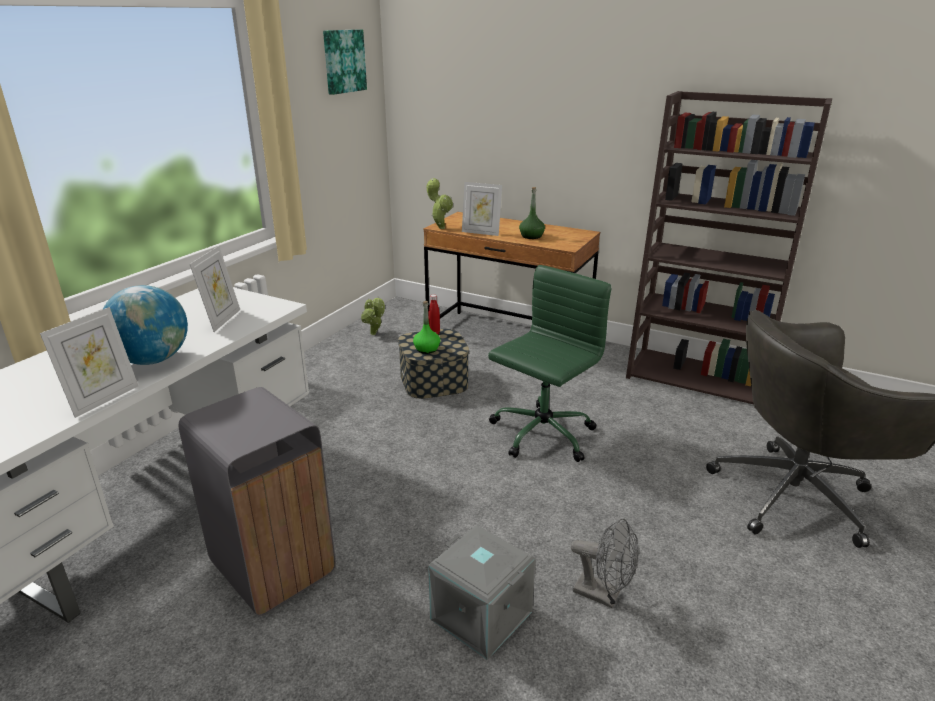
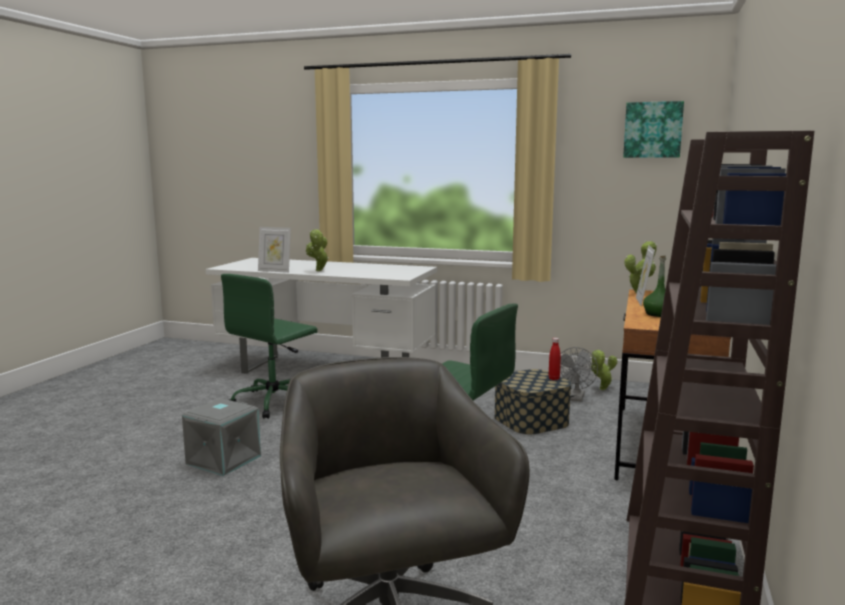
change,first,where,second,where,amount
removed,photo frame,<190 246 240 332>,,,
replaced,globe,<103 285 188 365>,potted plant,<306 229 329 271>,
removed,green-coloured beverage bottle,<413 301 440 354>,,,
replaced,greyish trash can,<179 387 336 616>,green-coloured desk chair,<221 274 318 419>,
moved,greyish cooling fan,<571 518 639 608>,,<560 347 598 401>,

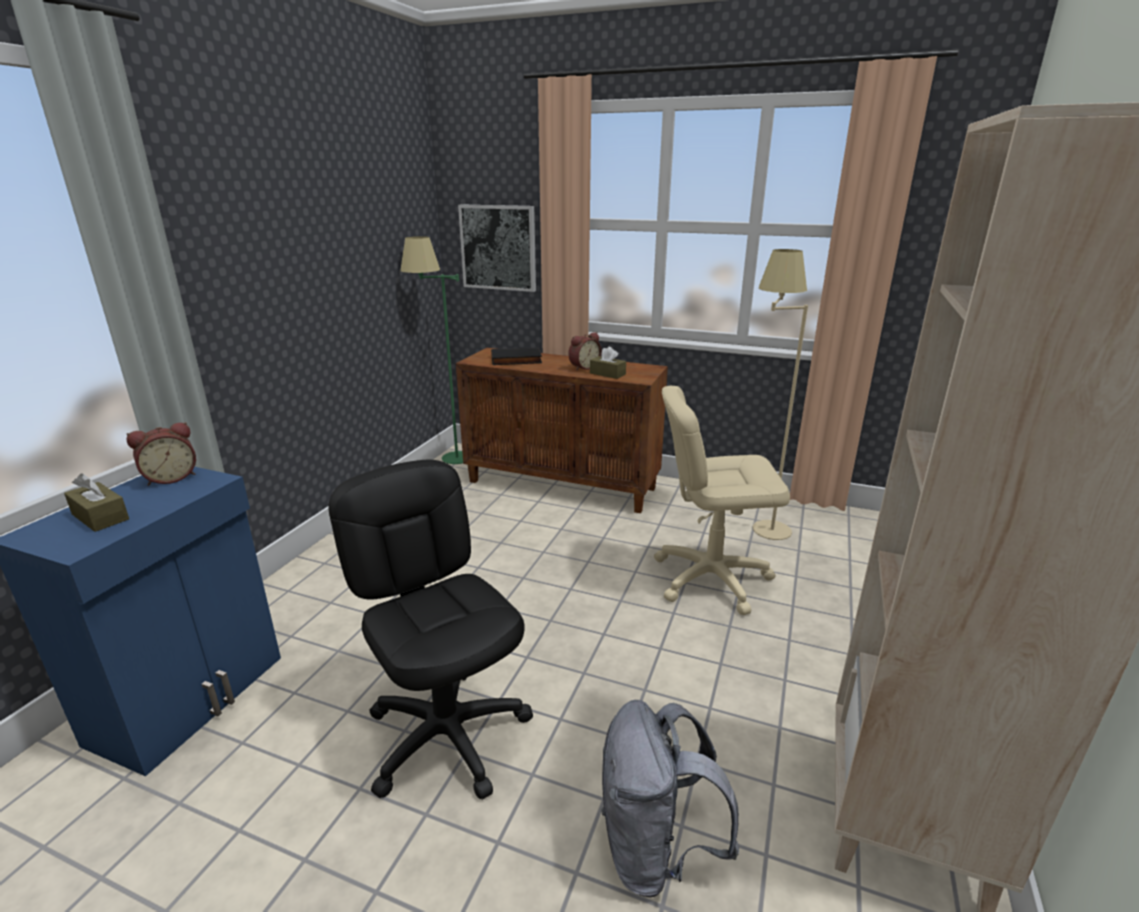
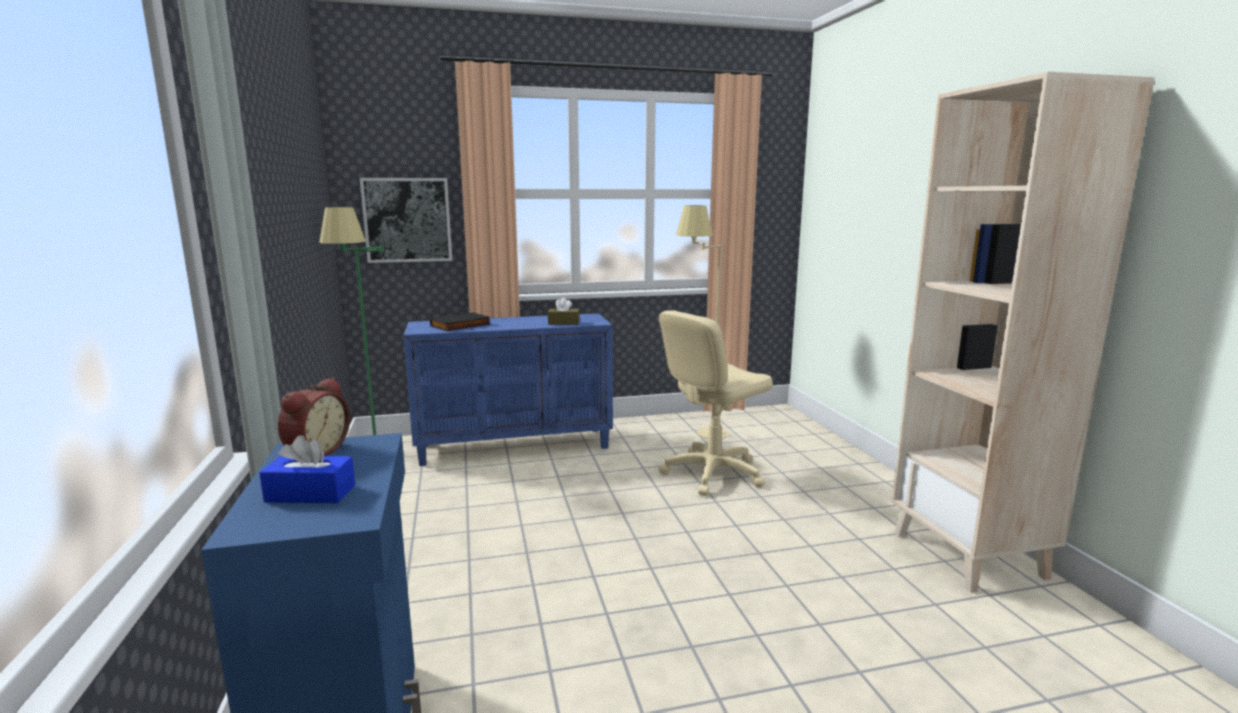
change,first,where,second,where,amount
removed,alarm clock,<568 332 602 371>,,,
recoloured,brown cupboard,<456 348 668 513>,blue-coloured cupboard,<403 313 613 466>,
removed,black desk chair,<329 460 533 800>,,,
recoloured,brown tissue box,<64 473 129 532>,blue-coloured tissue box,<259 435 355 503>,
removed,greyish knapsack,<601 700 739 897>,,,

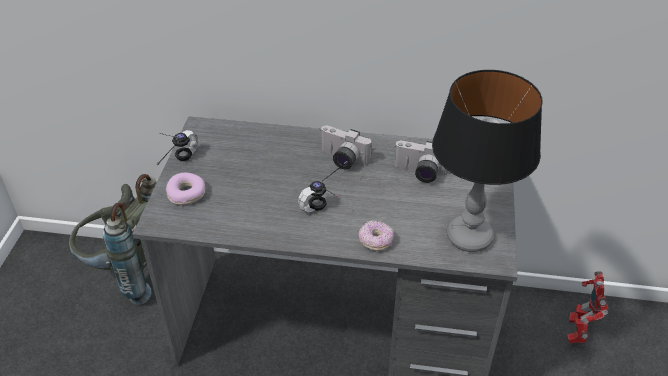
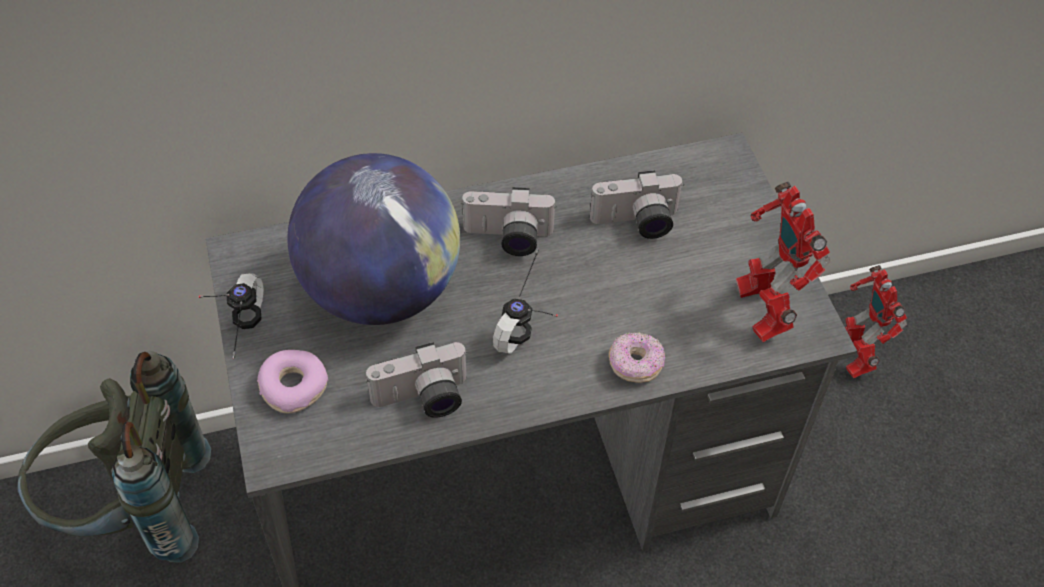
change,first,where,second,where,amount
replaced,tabletop lamp,<432 70 543 252>,model robot,<736 182 830 342>,
added,,,globe,<287 153 460 325>,
added,,,still camera,<366 342 468 418>,

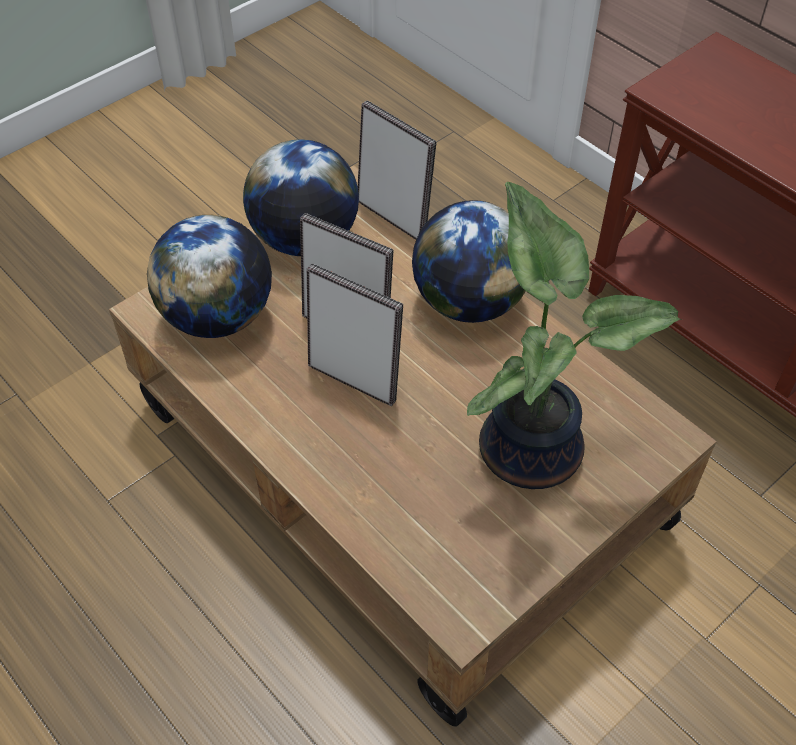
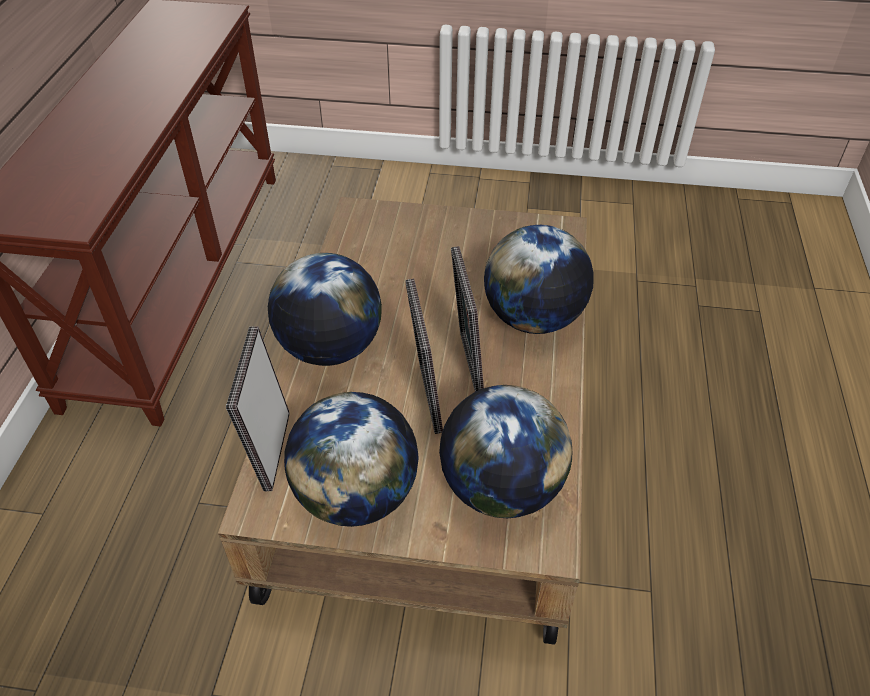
change,first,where,second,where,amount
removed,potted plant,<467 182 682 489>,,,
added,,,globe,<484 225 594 334>,

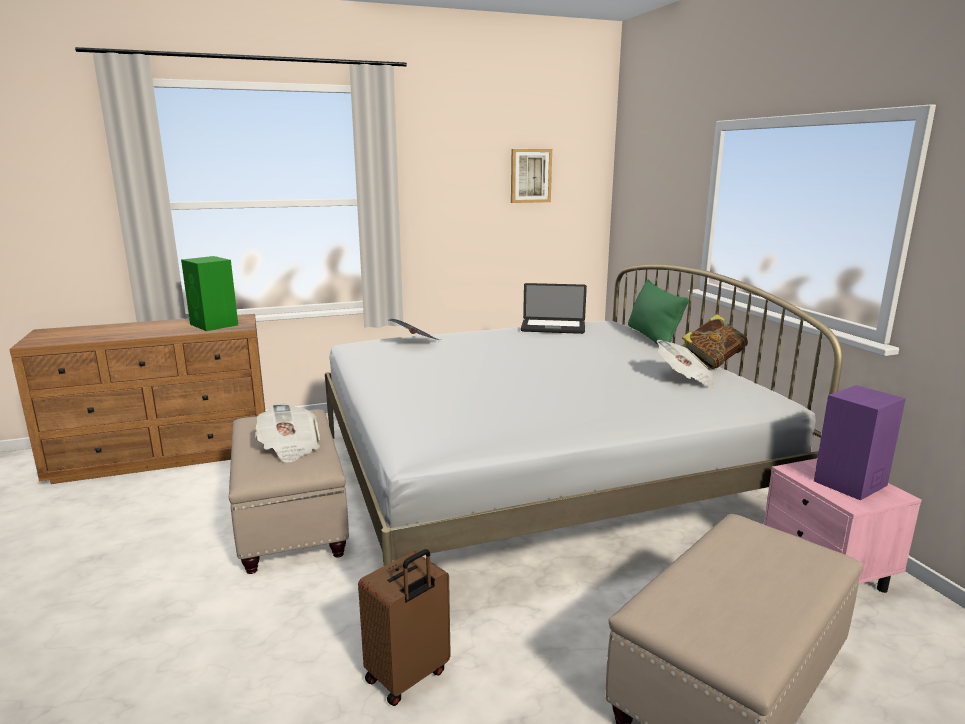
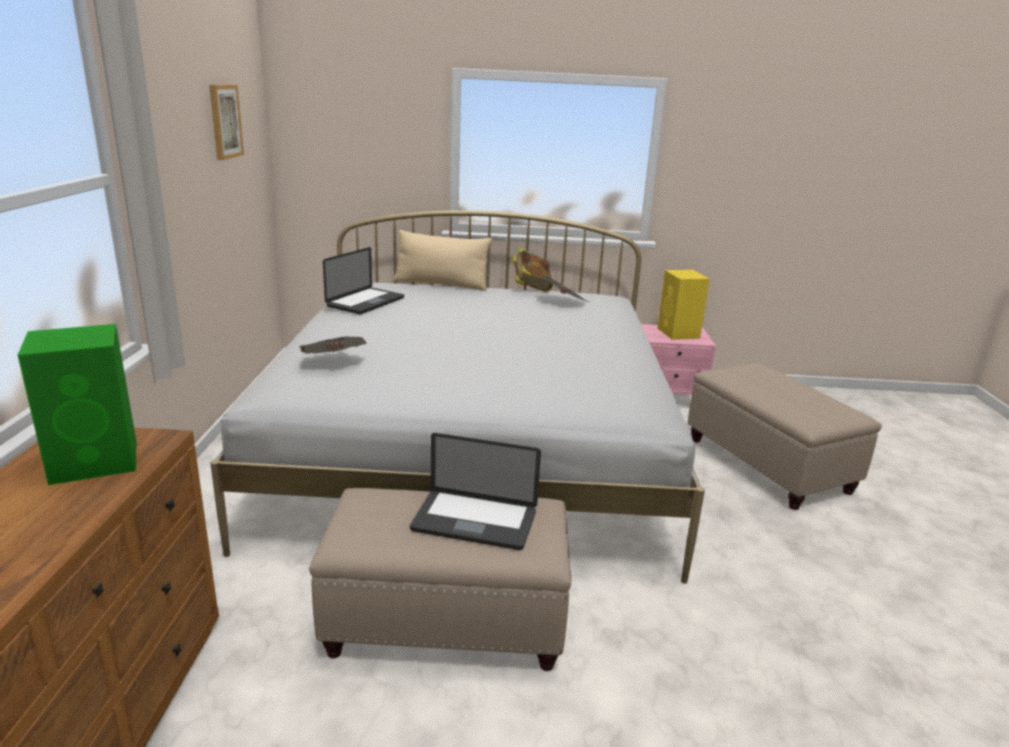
change,first,where,second,where,amount
recoloured,green-coloured pillow,<628 279 689 345>,beige pillow,<393 230 492 291>,
recoloured,purple-coloured loudspeaker,<814 385 906 500>,yellow loudspeaker,<657 270 710 340>,
replaced,printed paper,<255 403 320 463>,portable computer,<410 433 541 550>,
removed,brown travel case,<358 549 451 706>,,,

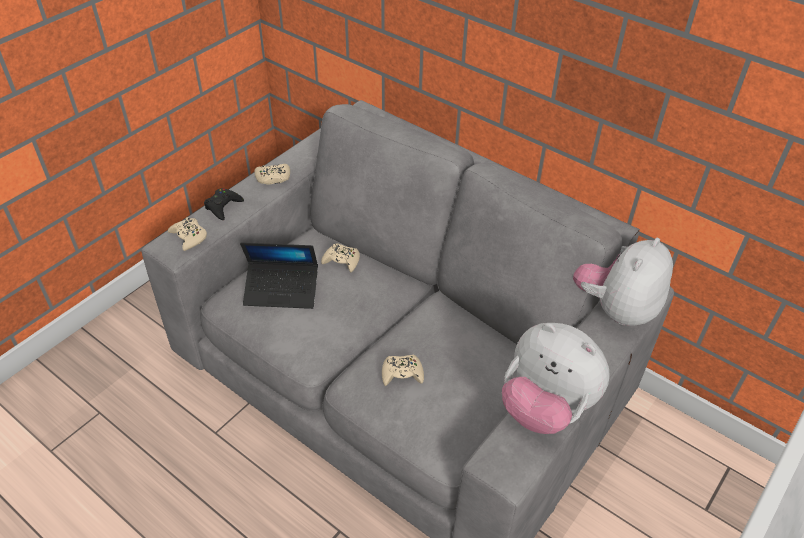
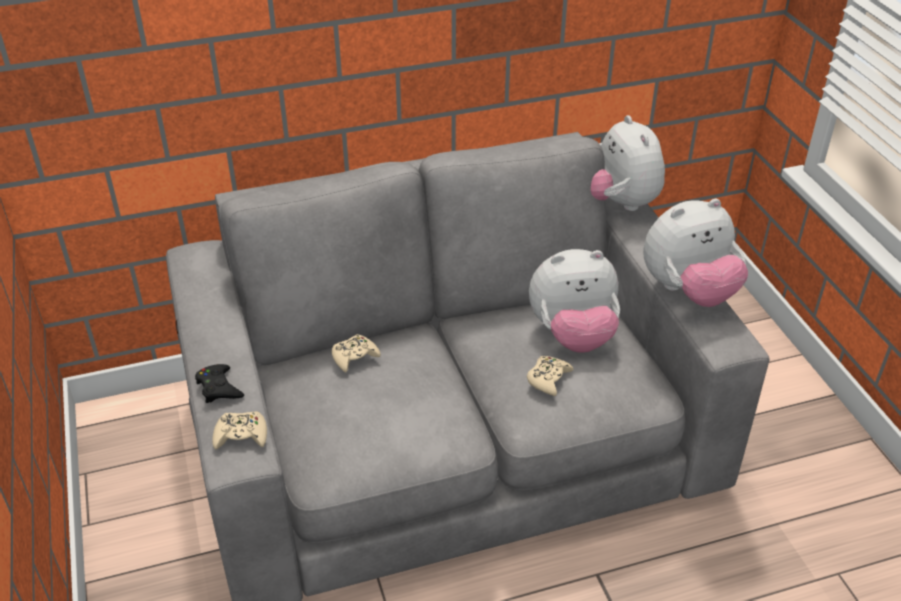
change,first,where,second,where,amount
removed,beige gamepad,<254 164 290 185>,,,
removed,portable computer,<240 242 318 309>,,,
added,,,cuddly toy,<529 249 620 353>,

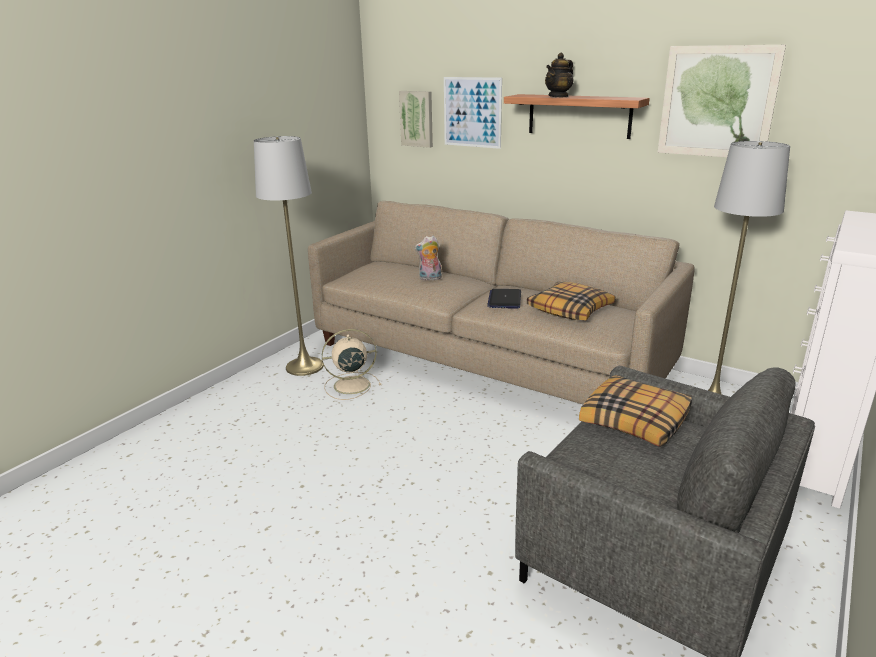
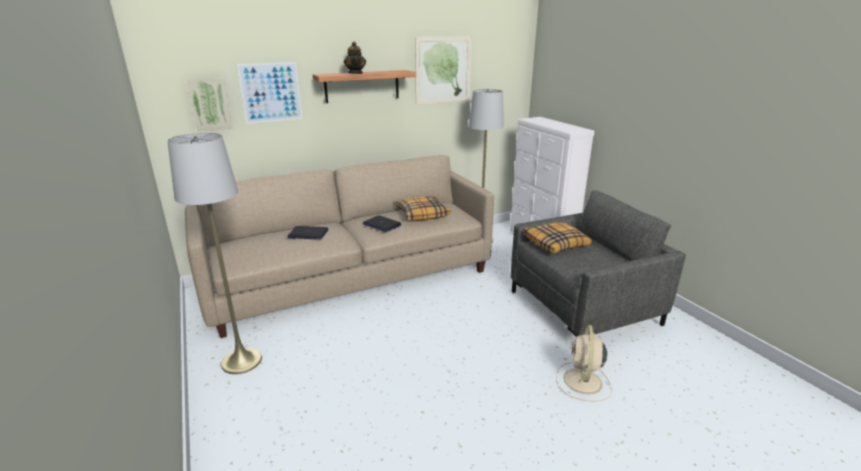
change,first,where,second,where,amount
replaced,cuddly toy,<414 236 442 281>,portable computer,<288 226 329 240>,
moved,beige cooling fan,<322 329 381 400>,,<556 325 612 402>,

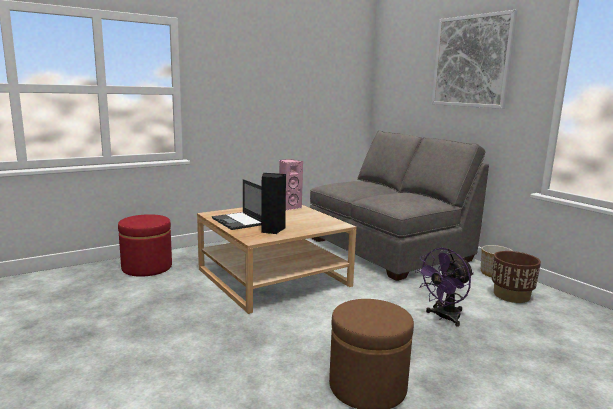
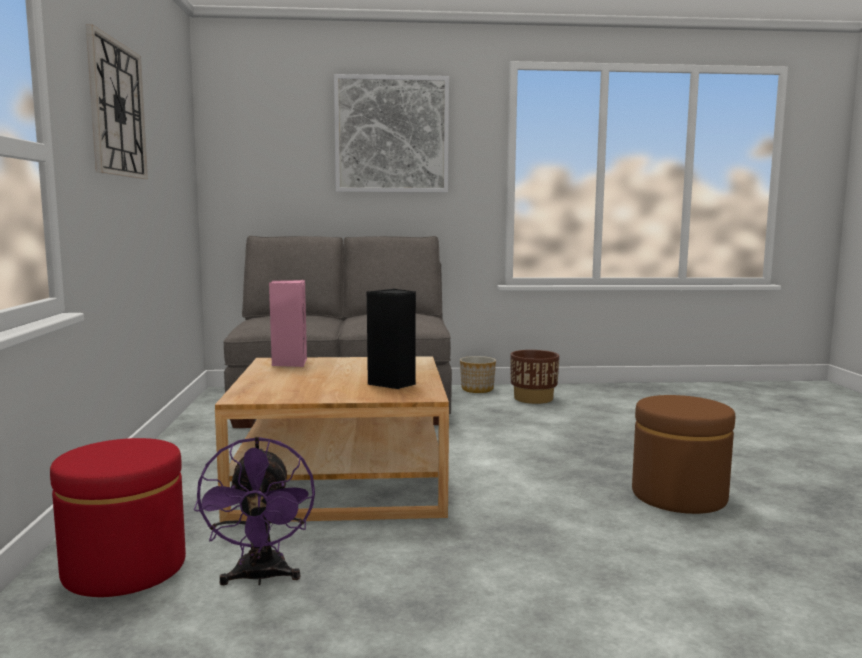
change,first,where,second,where,amount
removed,portable computer,<212 179 262 230>,,,
moved,purple-coloured cooling fan,<415 248 474 327>,,<194 437 315 585>,
added,,,wall clock,<86 24 148 179>,

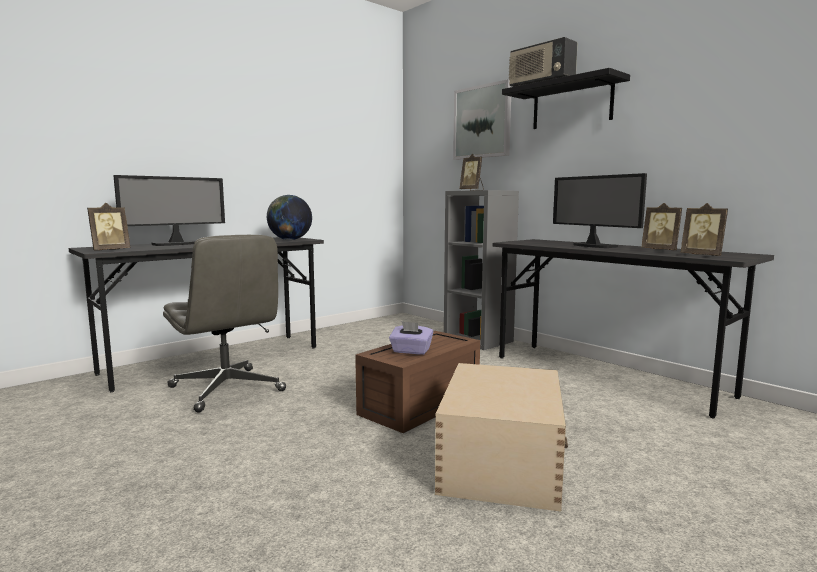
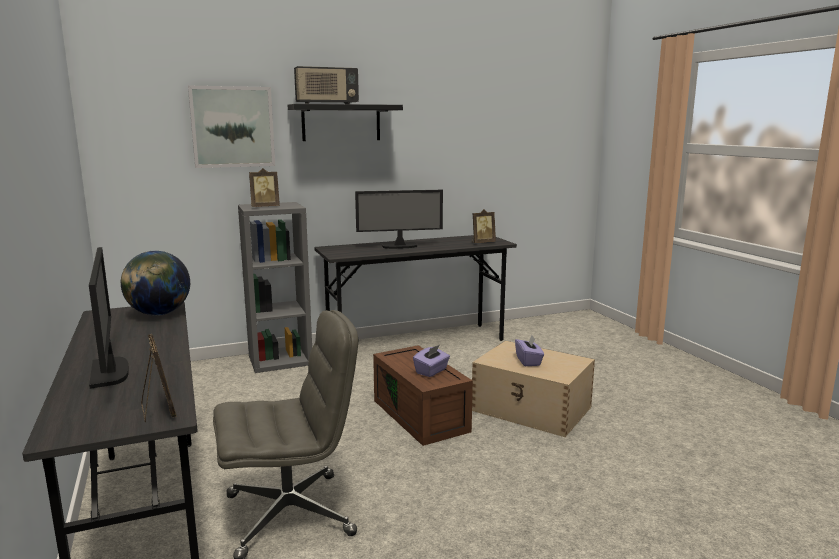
change,first,where,second,where,amount
removed,photo frame,<641 203 682 250>,,,
added,,,purple-coloured tissue box,<515 335 544 366>,

